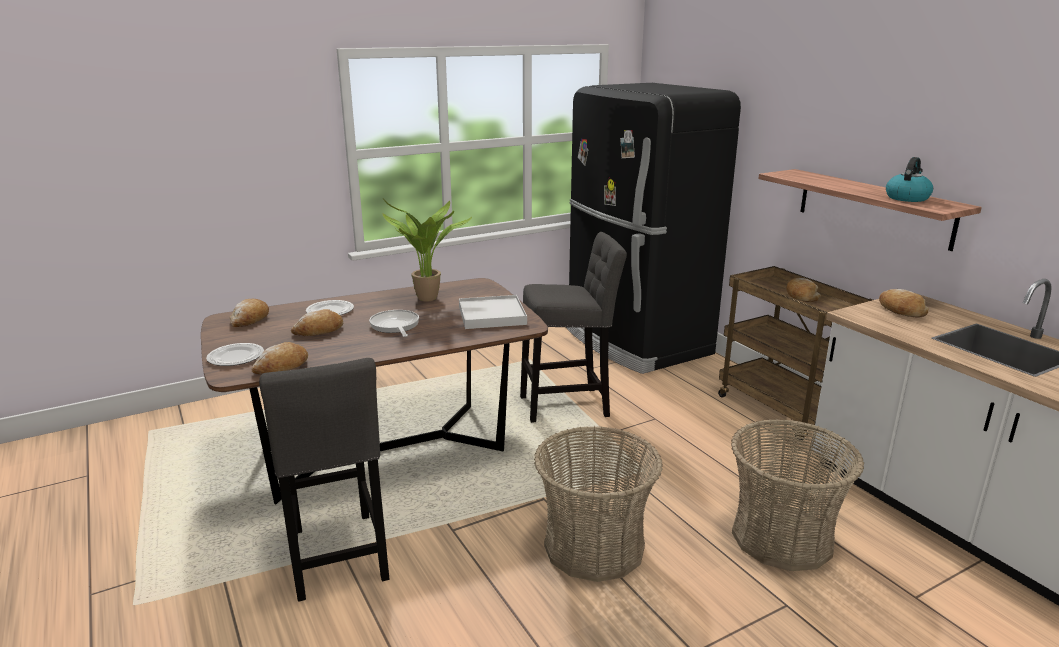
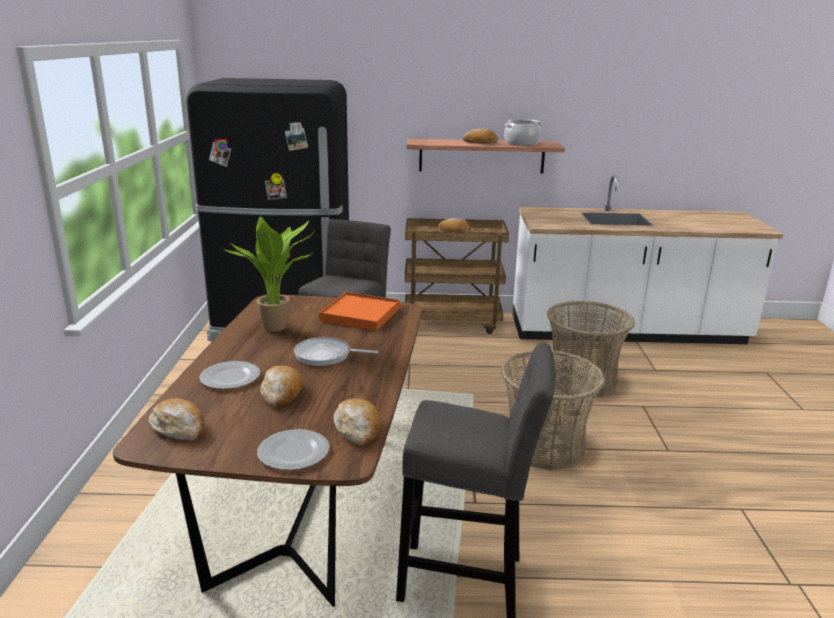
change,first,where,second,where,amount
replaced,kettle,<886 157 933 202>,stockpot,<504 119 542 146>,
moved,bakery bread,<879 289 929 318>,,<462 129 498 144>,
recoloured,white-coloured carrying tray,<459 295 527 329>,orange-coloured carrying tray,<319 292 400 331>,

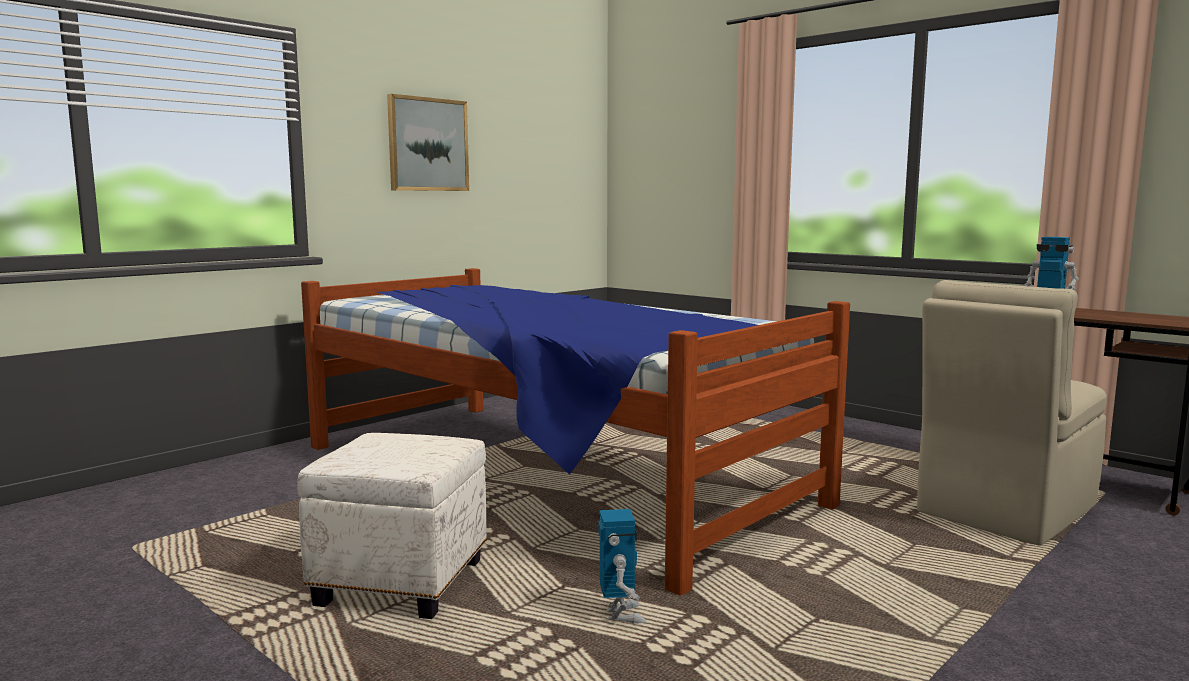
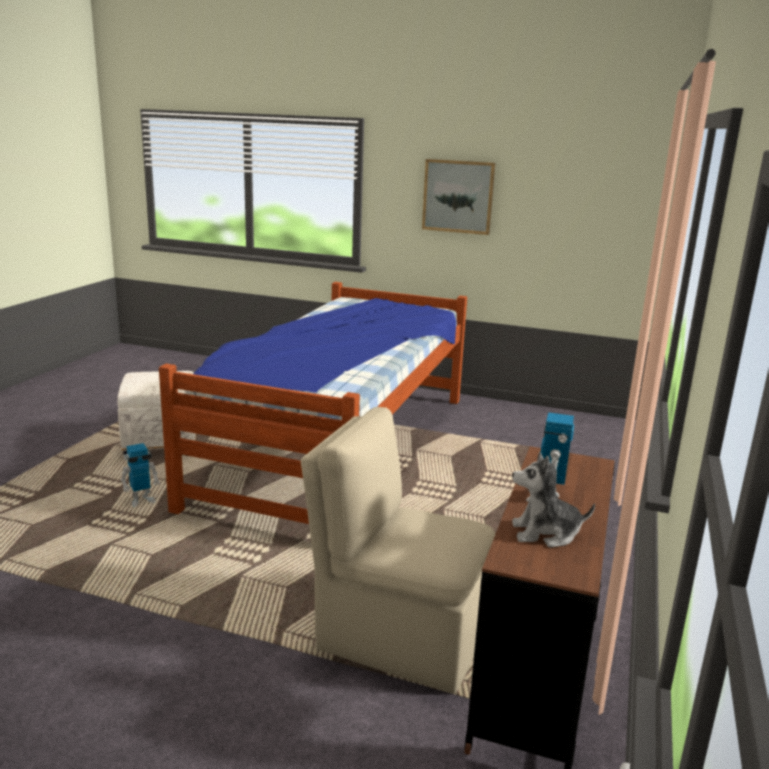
change,first,where,second,where,amount
added,,,cuddly toy,<512 452 595 548>,

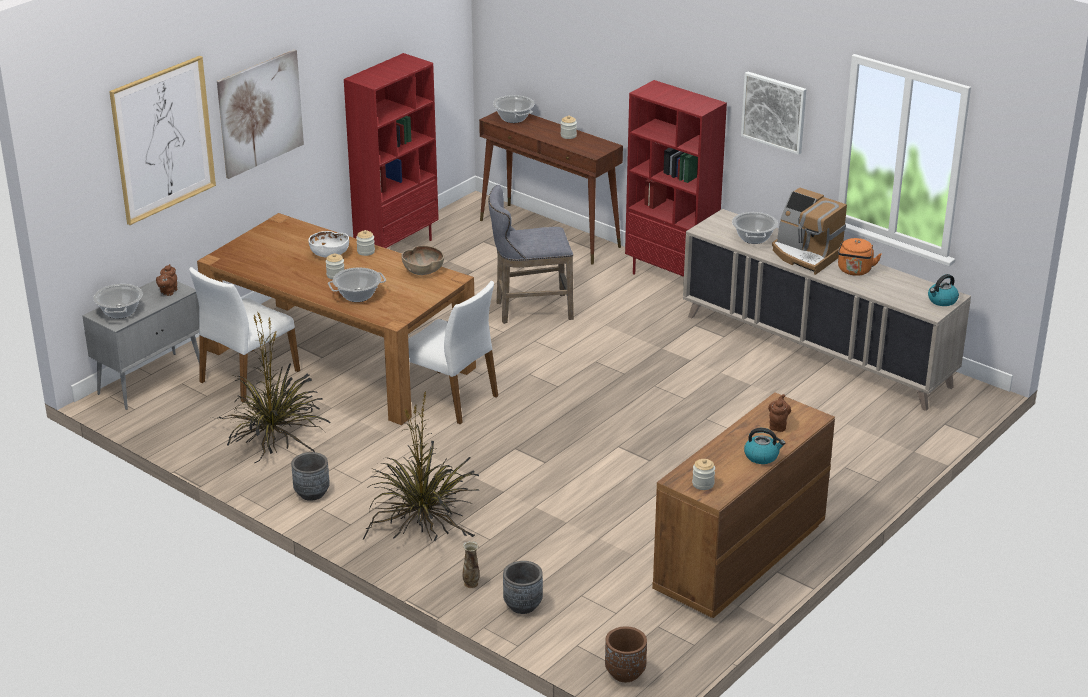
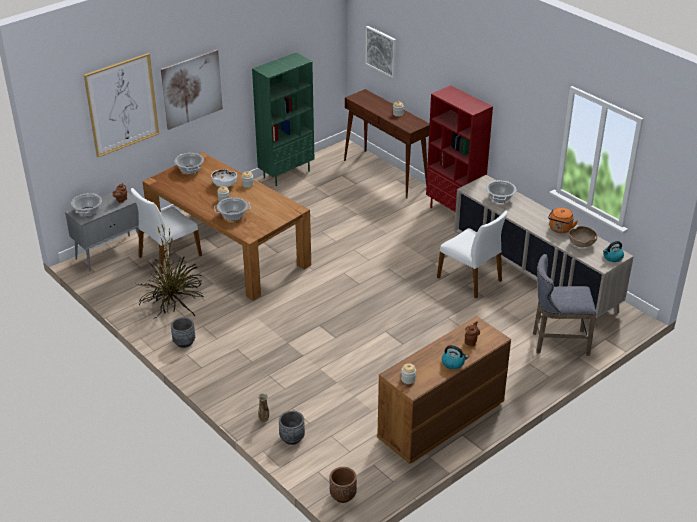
change,first,where,second,where,amount
recoloured,reddish bookshelf,<344 53 439 249>,green-coloured bookshelf,<252 53 314 186>,
moved,picture,<741 71 806 155>,,<366 26 396 78>,
moved,stockpot,<493 95 534 123>,,<175 153 204 174>,
moved,greyish stool,<488 185 574 324>,,<533 254 597 356>,
removed,coffee maker,<772 188 847 275>,,,
moved,brown bowl,<401 246 444 275>,,<569 226 598 248>,
moved,white-coloured upright chair,<408 281 498 424>,,<437 211 507 298>,
removed,potted plant,<363 391 480 541>,,,

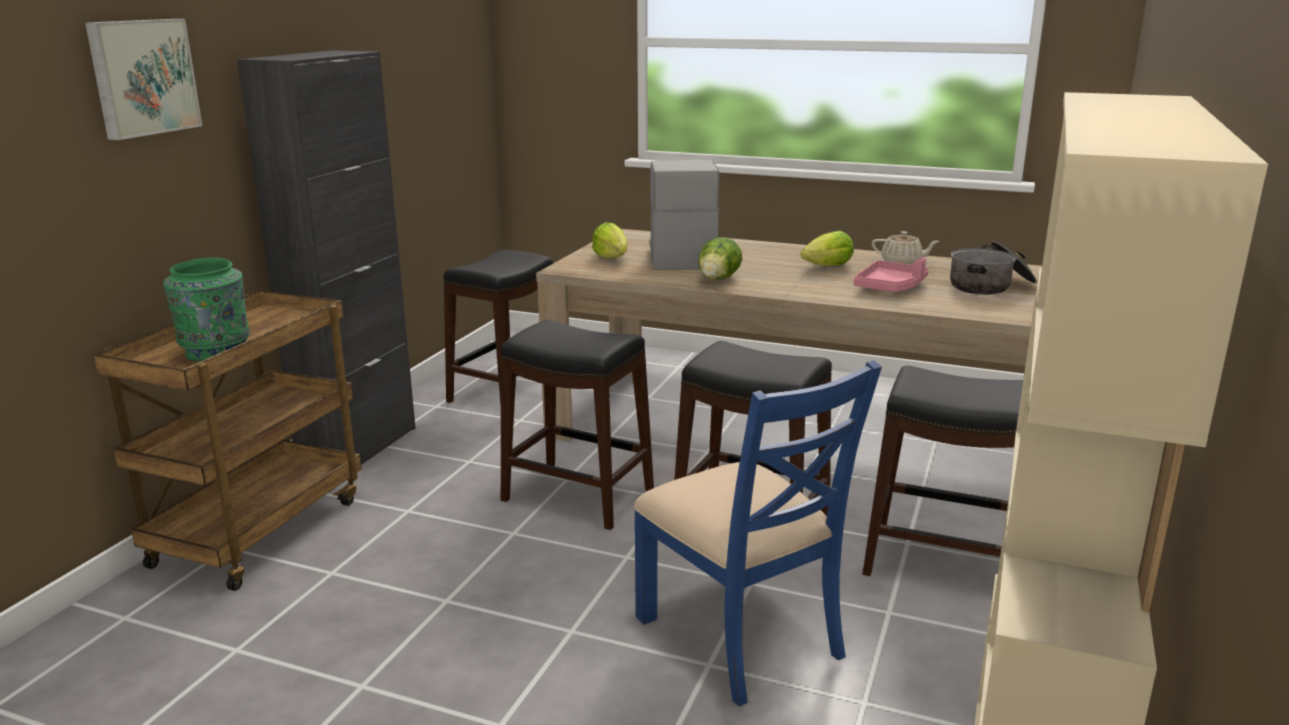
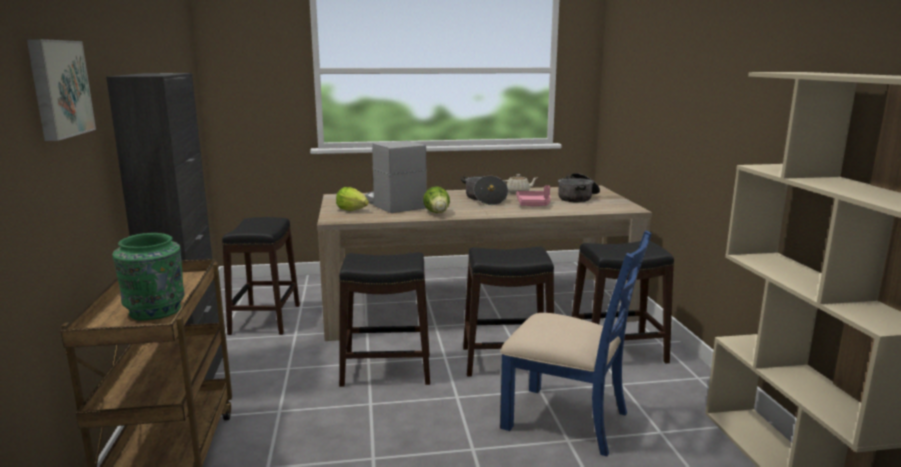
change,first,where,second,where,amount
replaced,lettuce,<801 231 854 266>,stockpot,<461 176 508 205>,

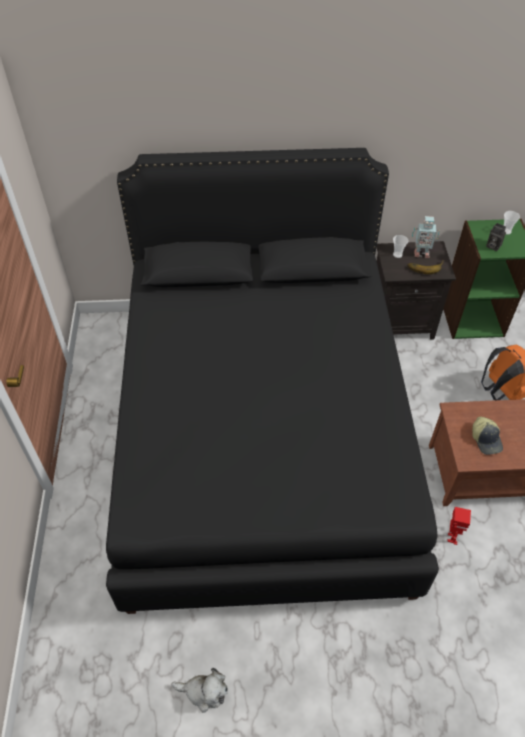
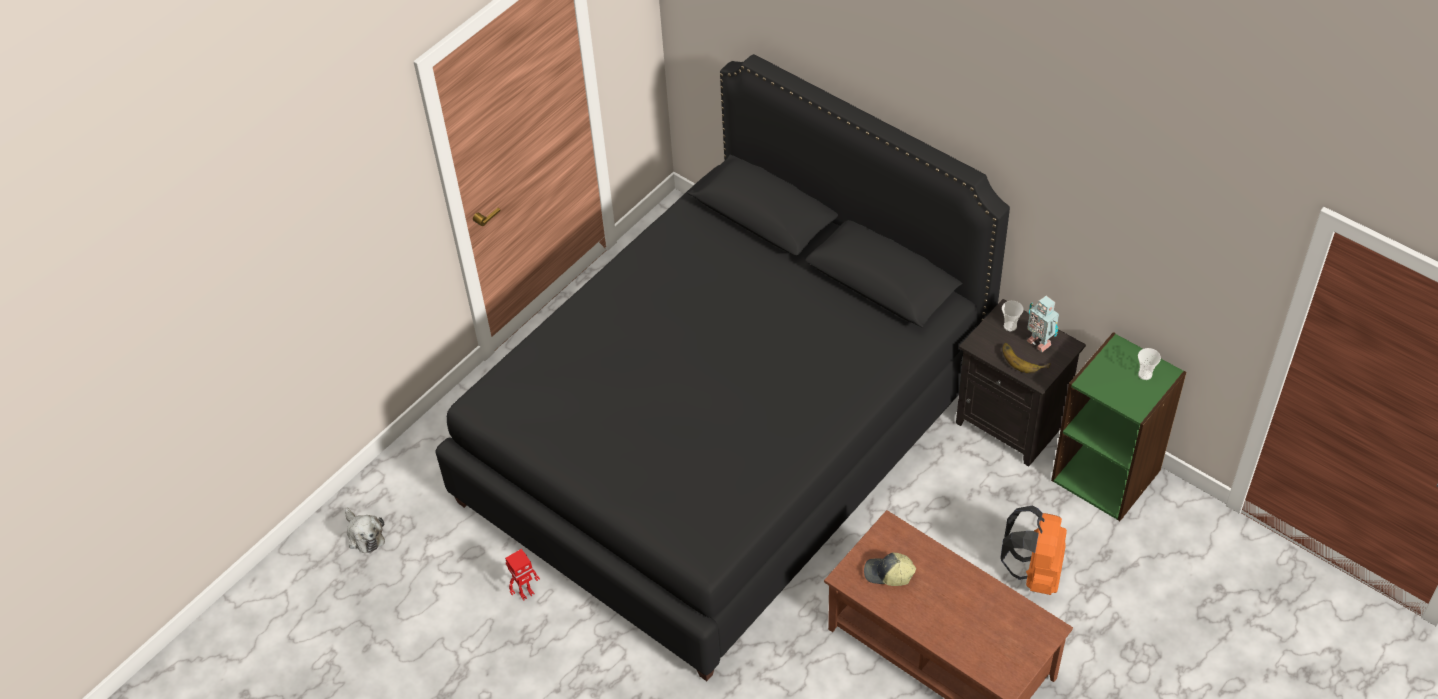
change,first,where,second,where,amount
removed,still camera,<486 223 506 251>,,,
turned,peaked cap,<472 417 503 455>,,<864 552 916 586>,75 degrees clockwise
moved,model robot,<447 507 471 545>,,<505 549 540 601>,
moved,cuddly toy,<171 668 228 713>,,<345 508 385 553>,

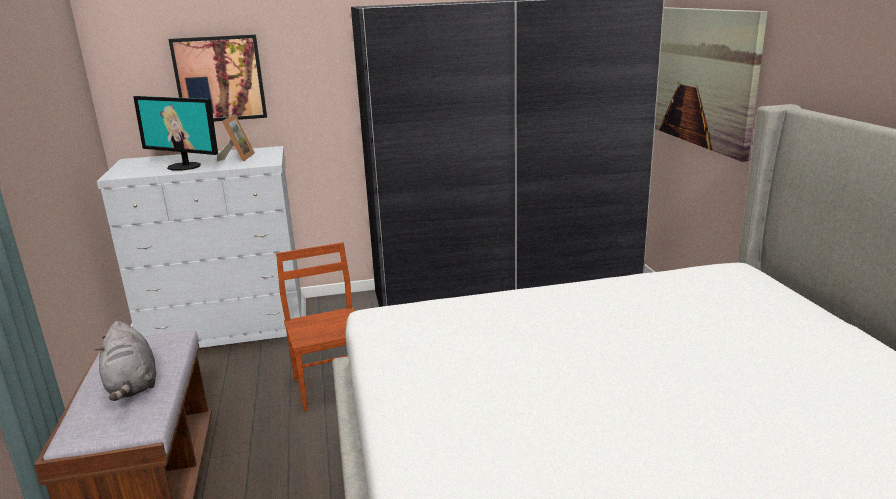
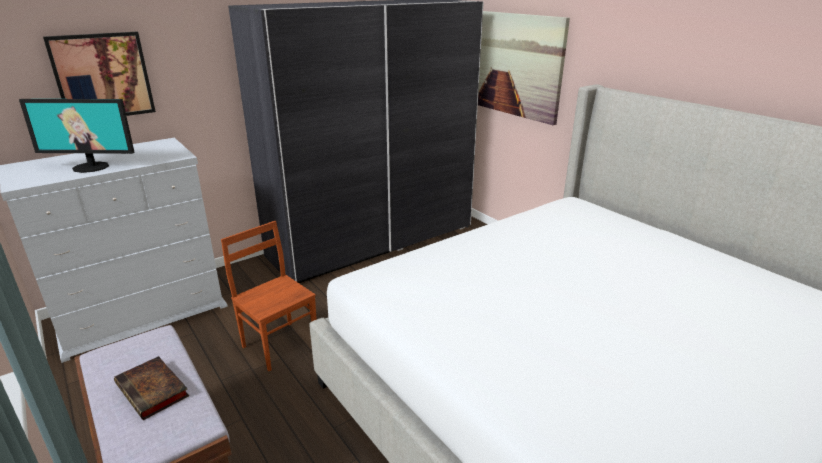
change,first,where,second,where,amount
removed,photo frame,<217 114 255 161>,,,
replaced,greyish cuddly toy,<94 321 156 401>,volume,<114 356 189 420>,

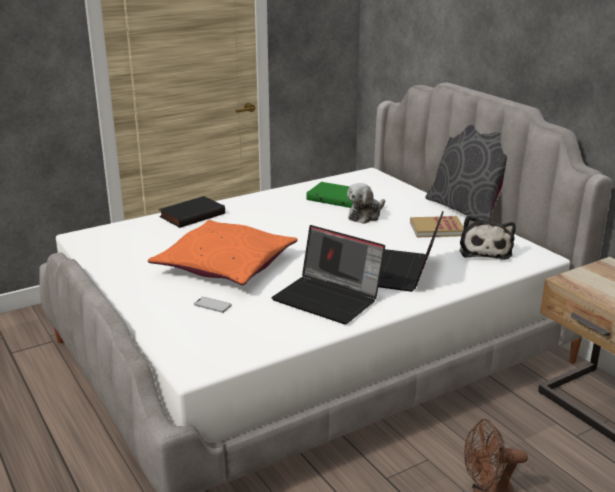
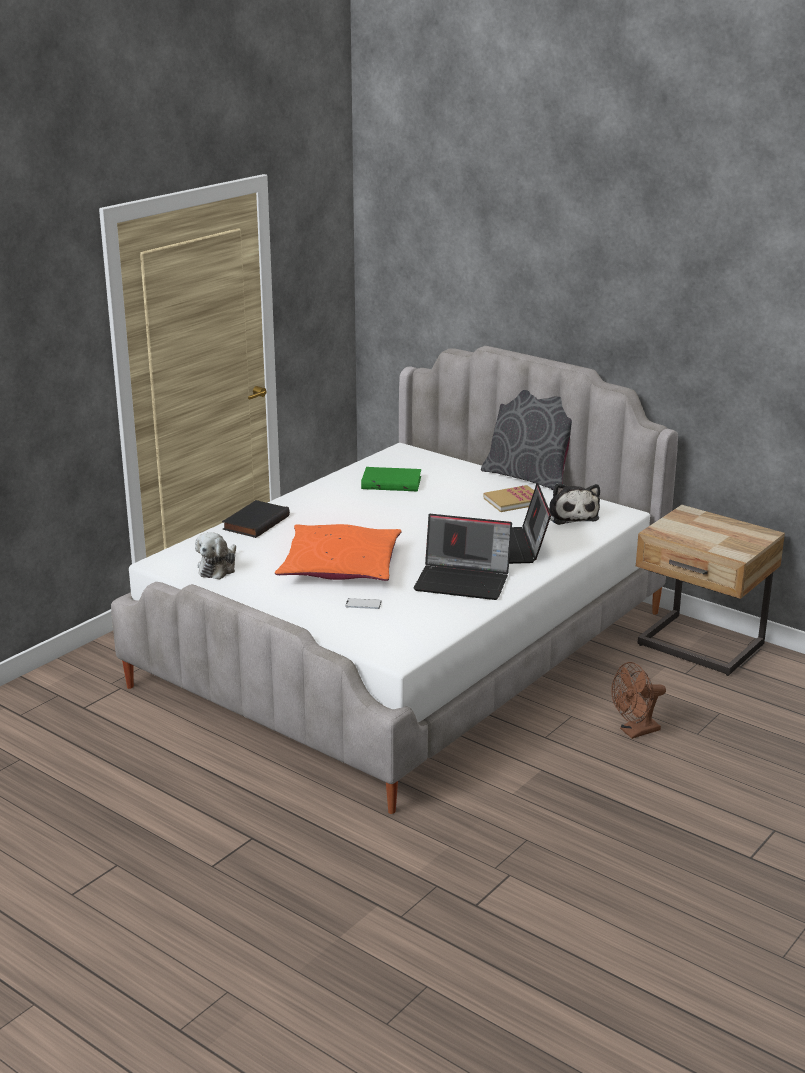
change,first,where,second,where,amount
moved,cuddly toy,<347 183 385 224>,,<195 532 236 580>,

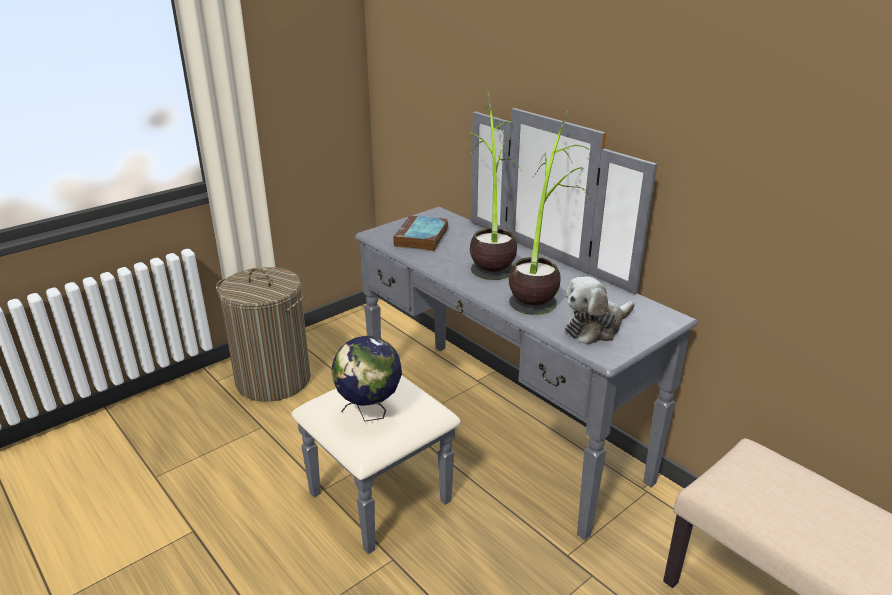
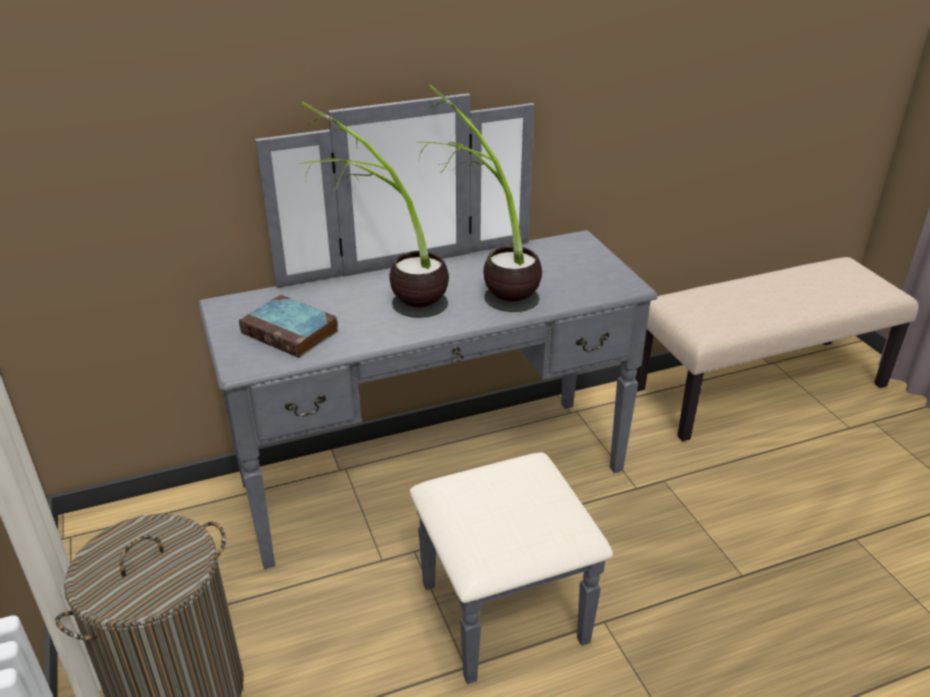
change,first,where,second,where,amount
removed,cuddly toy,<565 276 635 345>,,,
removed,globe,<332 336 402 422>,,,

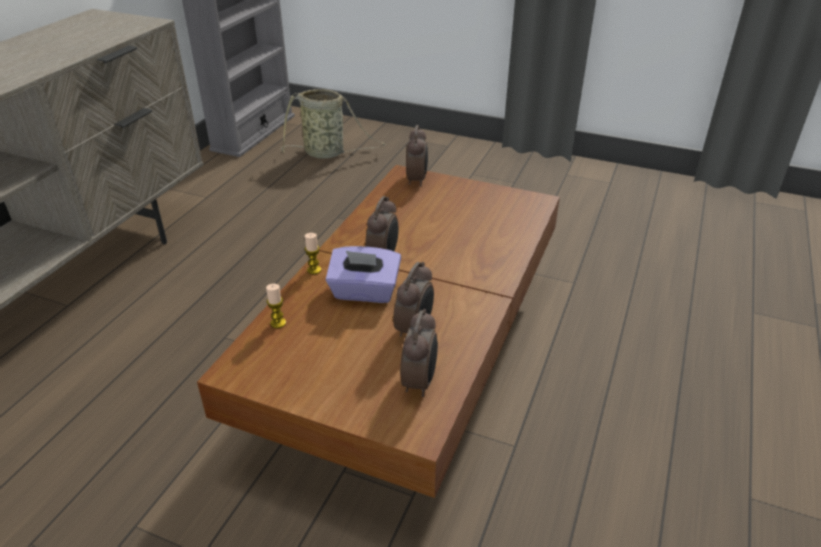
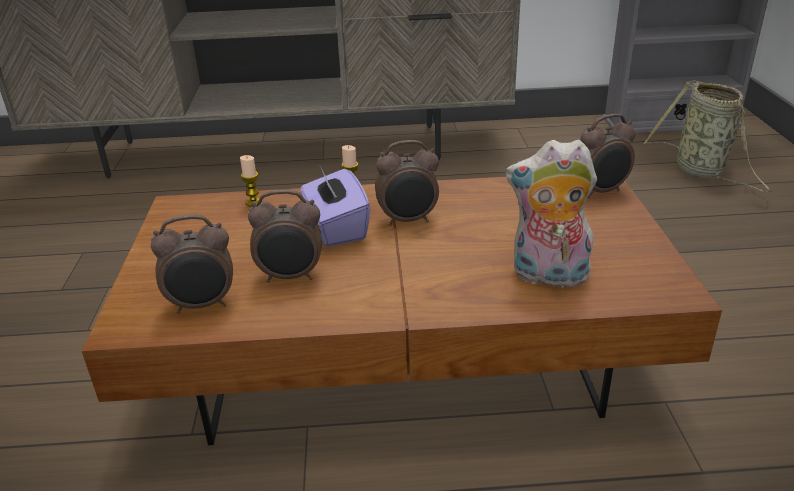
change,first,where,second,where,amount
added,,,cuddly toy,<505 139 597 288>,

